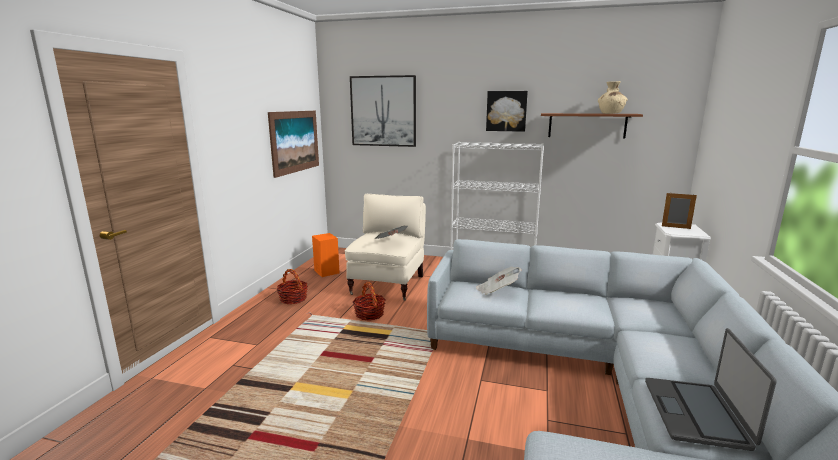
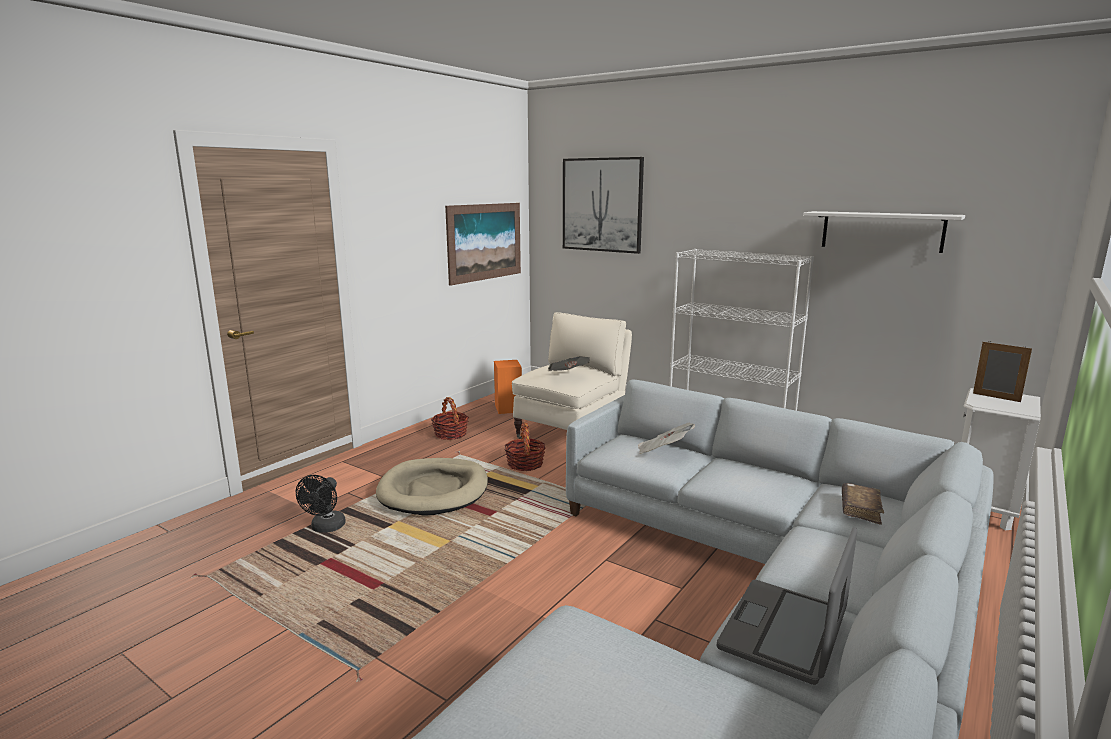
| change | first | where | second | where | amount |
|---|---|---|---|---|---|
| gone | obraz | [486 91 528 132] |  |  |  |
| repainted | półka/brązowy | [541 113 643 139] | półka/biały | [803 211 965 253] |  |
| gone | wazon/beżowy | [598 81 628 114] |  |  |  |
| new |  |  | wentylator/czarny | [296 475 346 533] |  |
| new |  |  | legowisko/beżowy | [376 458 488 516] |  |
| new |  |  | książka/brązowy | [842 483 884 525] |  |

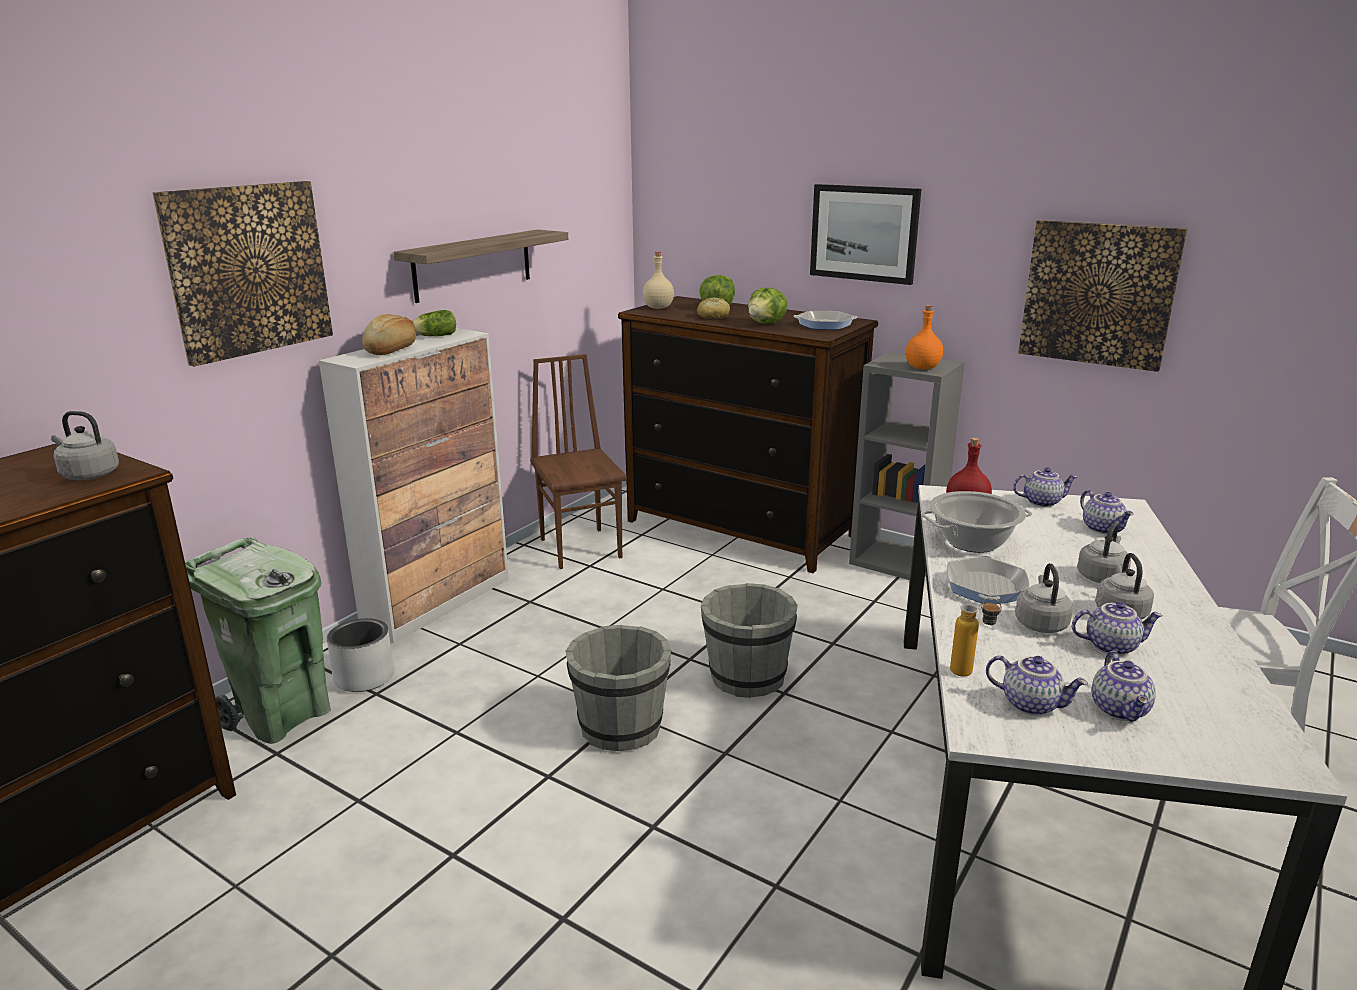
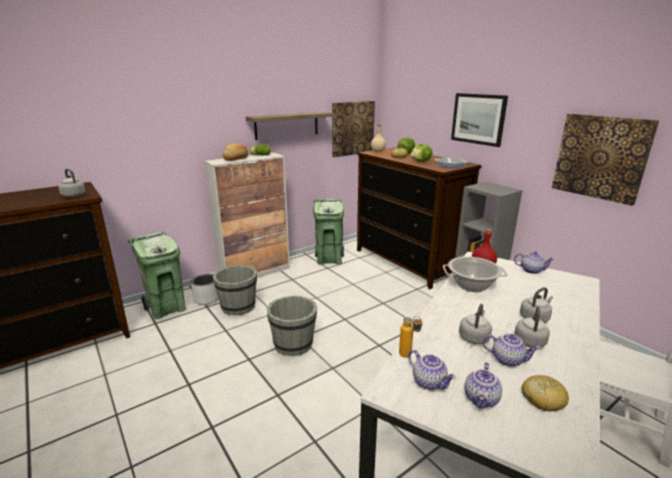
| change | first | where | second | where | amount |
|---|---|---|---|---|---|
| shifted | obraz | [153 181 333 367] |  | [332 101 375 157] |  |
| swapped | krzesło/brązowy | [530 354 627 569] | kosz na śmieci/zielony | [313 199 344 265] |  |
| shifted | wiadro/szary | [701 583 798 698] |  | [213 265 257 315] |  |
| gone | butelka/pomarańczowy | [905 305 943 370] |  |  |  |
| gone | patelnia | [947 555 1030 604] |  |  |  |
| gone | imbryk | [1080 490 1134 534] |  |  |  |
| new |  |  | chleb | [522 375 569 411] |  |

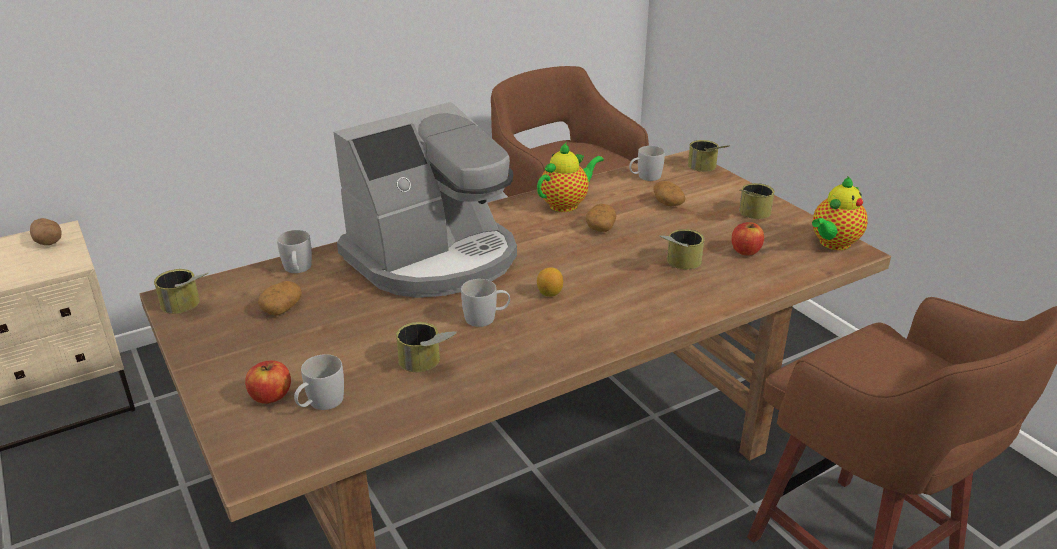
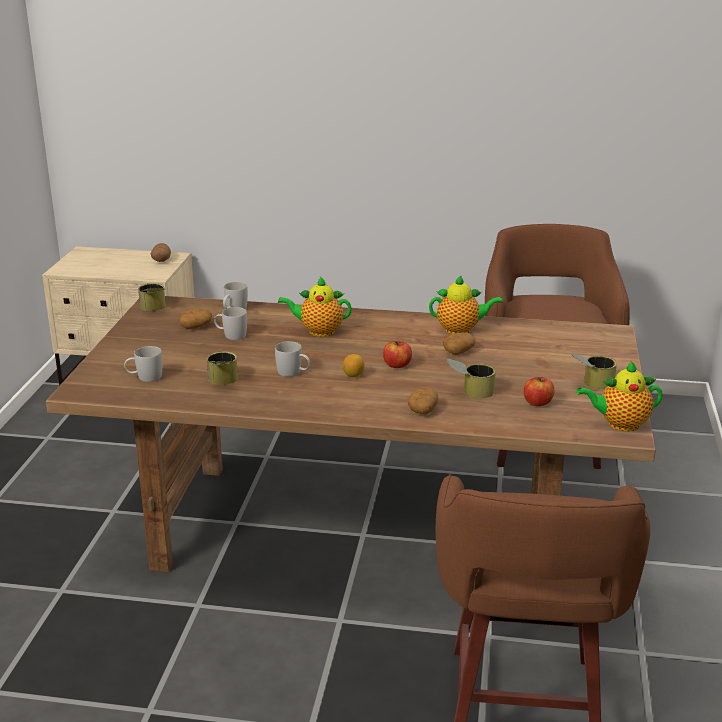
| change | first | where | second | where | amount |
|---|---|---|---|---|---|
| shifted | jabłko | [245 360 291 404] |  | [383 341 412 368] |  |
| swapped | ekspres do kawy | [334 102 517 298] | imbryk | [278 277 352 337] |  |
| shifted | kubek/biały | [629 146 665 181] |  | [214 307 247 340] |  |
| shifted | ziemniak | [654 181 686 207] |  | [408 387 438 415] |  |
| gone | puszka | [688 140 729 172] |  |  |  |

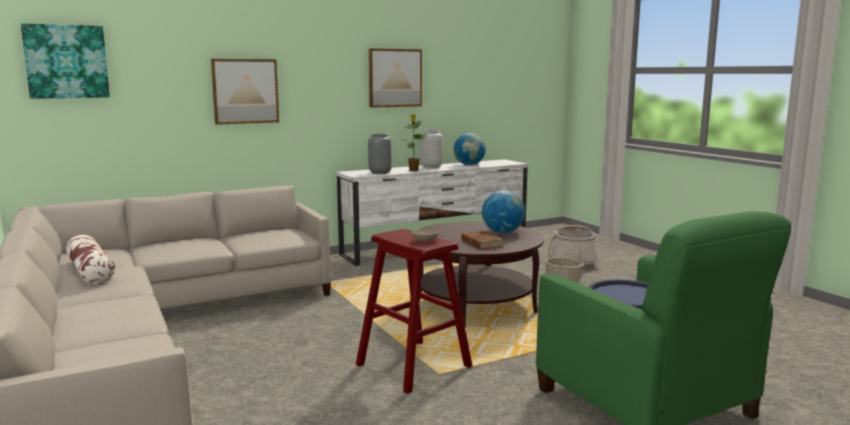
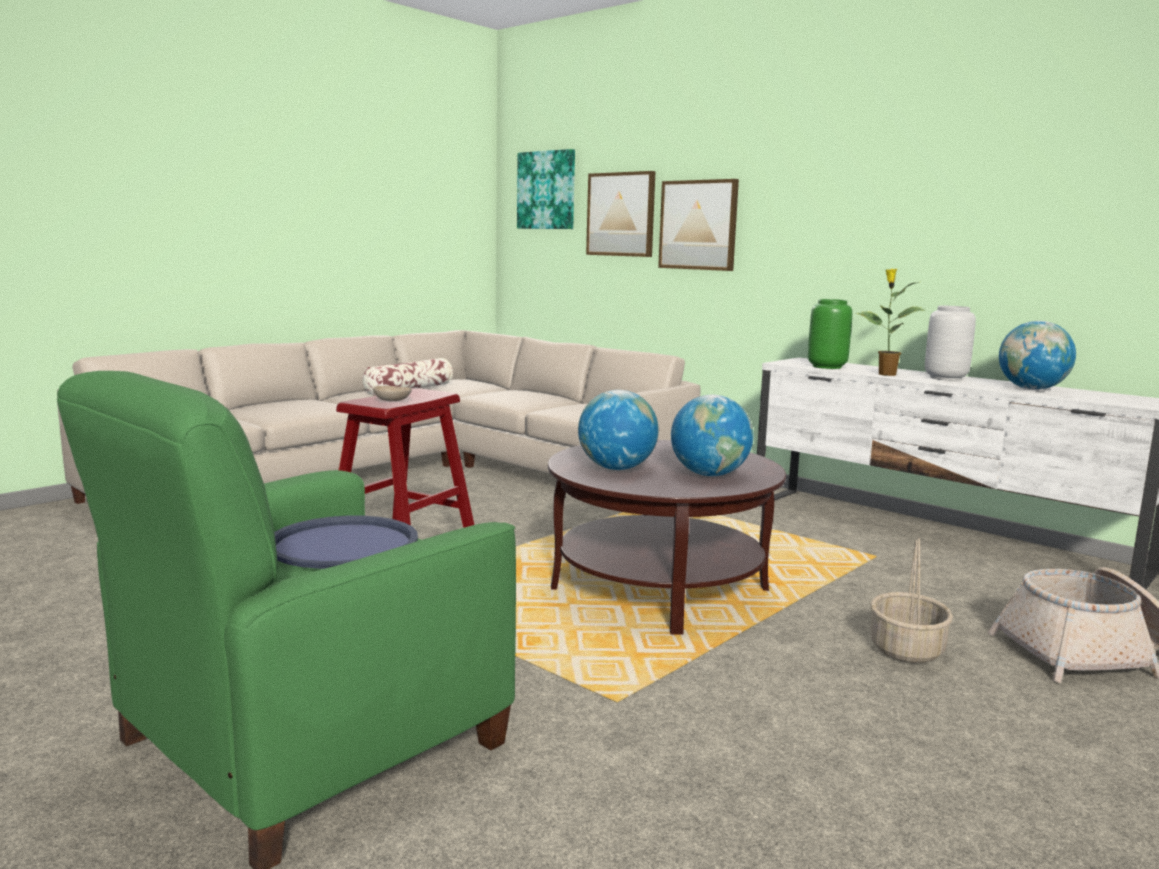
| change | first | where | second | where | amount |
|---|---|---|---|---|---|
| shifted | obraz | [368 48 422 108] |  | [586 171 656 257] |  |
| repainted | wazon/szary | [368 134 392 174] | wazon/zielony | [808 299 852 369] |  |
| swapped | książka/brązowy | [461 231 504 251] | globus | [578 390 659 470] |  |

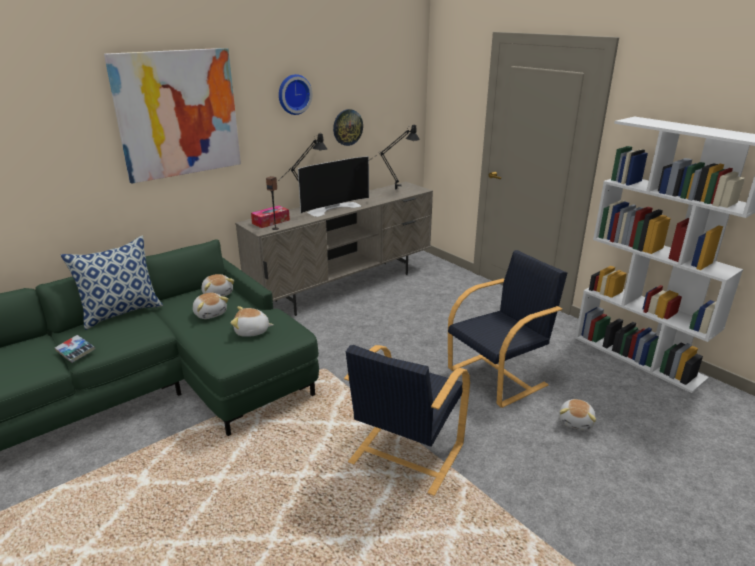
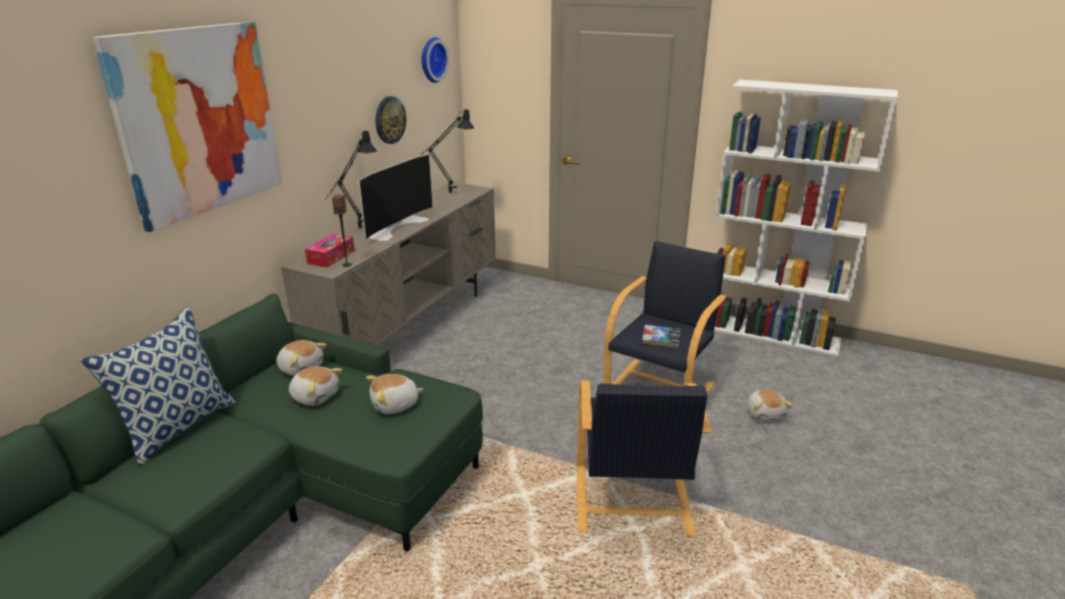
| change | first | where | second | where | amount |
|---|---|---|---|---|---|
| shifted | książka | [55 335 95 363] |  | [642 325 680 348] |  |
| shifted | zegar ścienny | [279 74 312 115] |  | [421 37 449 83] |  |

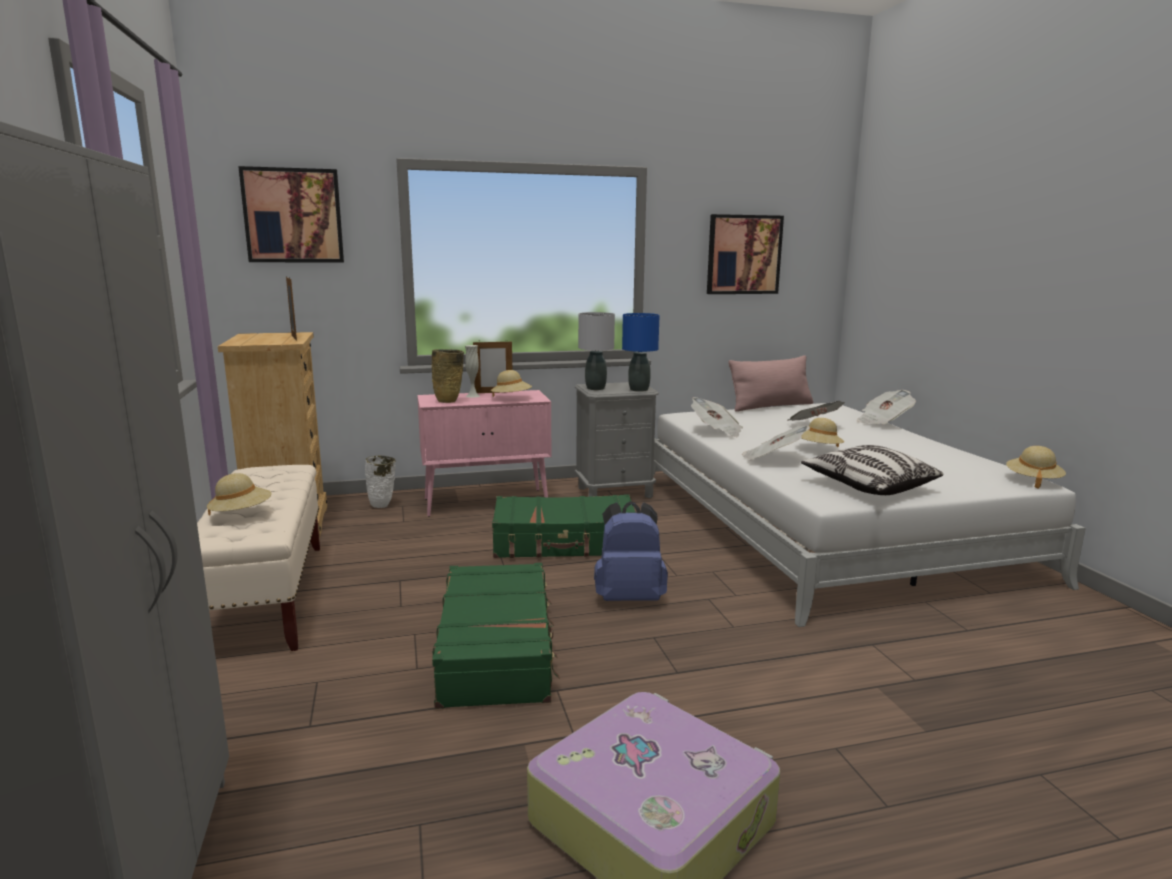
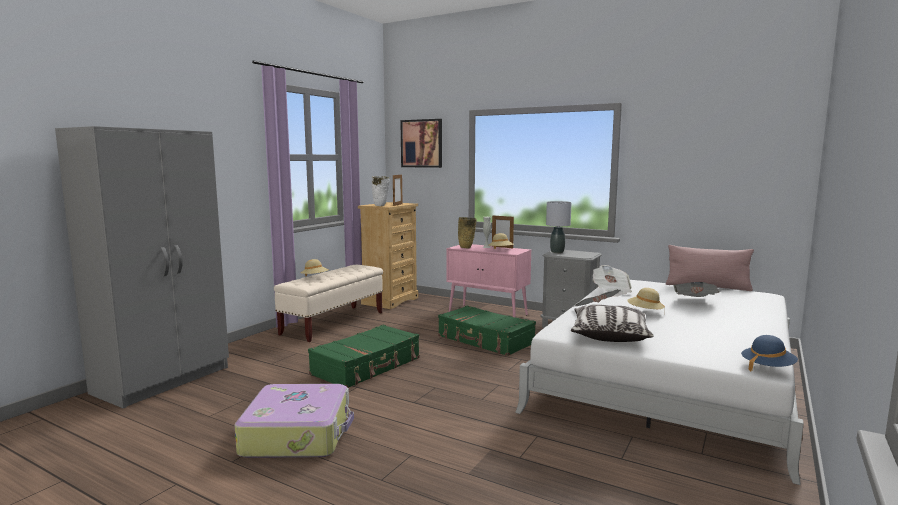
| change | first | where | second | where | amount |
|---|---|---|---|---|---|
| shifted | wazon/biały | [365 456 396 508] |  | [372 176 389 206] |  |
| gone | plecak/niebieski | [594 501 668 601] |  |  |  |
| gone | lampa stołowa/niebieski | [622 313 660 392] |  |  |  |
| gone | obraz | [707 214 784 294] |  |  |  |
| gone | gazeta | [857 390 916 424] |  |  |  |
| repainted | kapelusz/beżowy | [1006 446 1066 489] | kapelusz/niebieski | [741 335 798 371] |  |

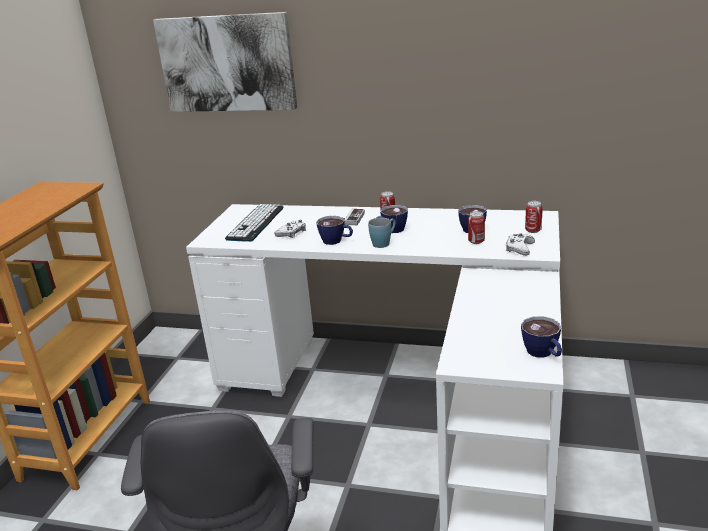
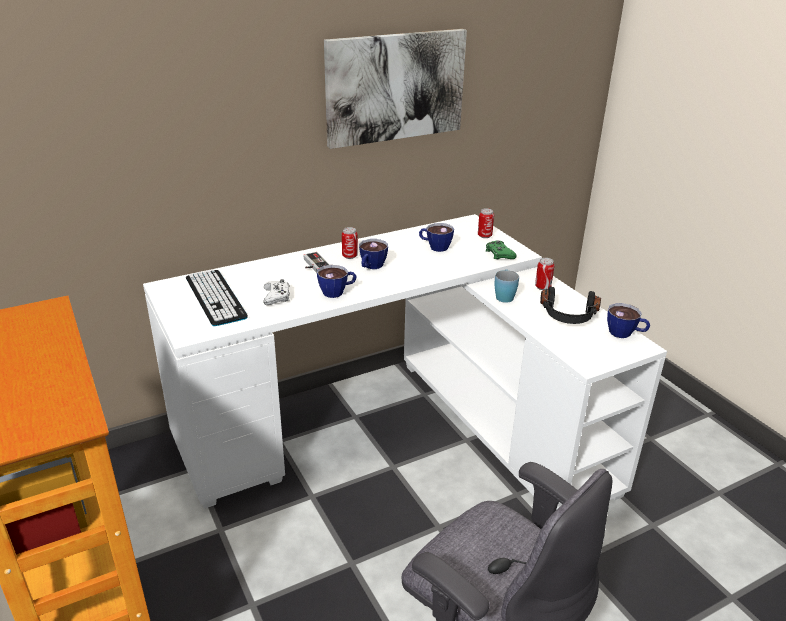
| change | first | where | second | where | amount |
|---|---|---|---|---|---|
| shifted | obraz | [153 12 297 112] |  | [324 29 467 149] |  |
| shifted | kubek/niebieski | [368 218 395 248] |  | [495 269 519 303] |  |
| shifted | puszka | [468 211 485 244] |  | [535 258 554 290] |  |
| repainted | pad do gier/biały | [506 233 535 256] | pad do gier/zielony | [486 240 517 259] |  |
| new |  |  | słuchawki/czarny | [540 287 601 324] |  |

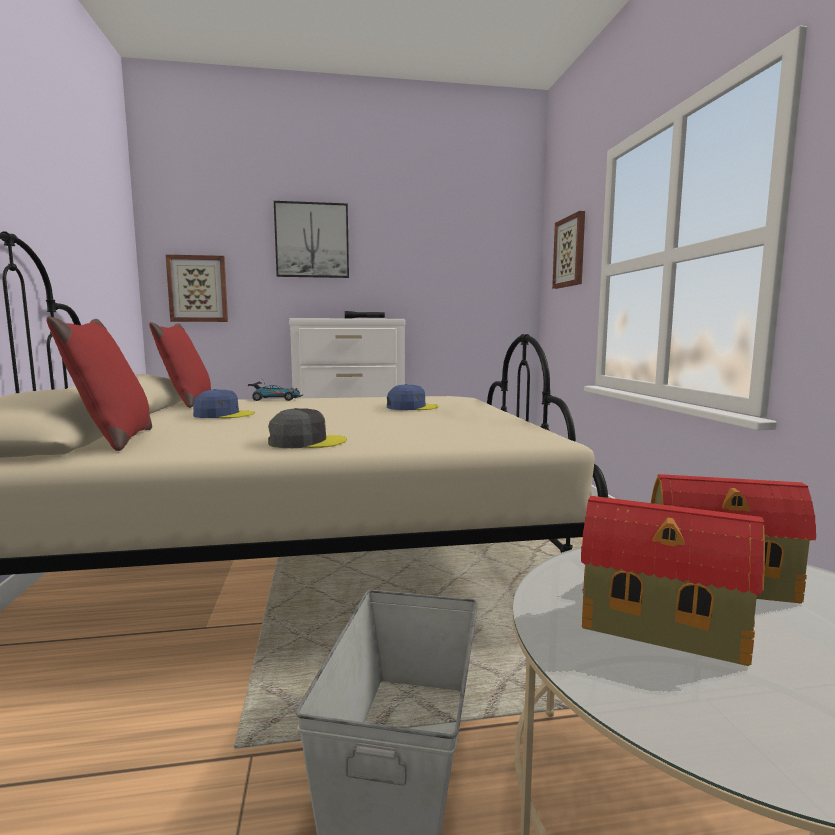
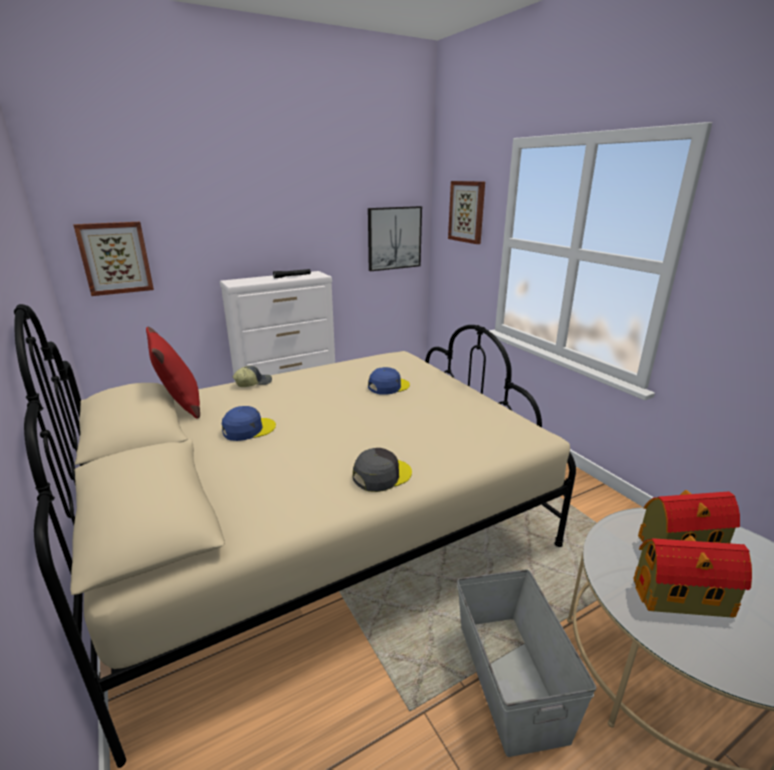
| change | first | where | second | where | amount |
|---|---|---|---|---|---|
| gone | poduszka/czerwony | [46 316 152 451] |  |  |  |
| swapped | samochodzik | [248 377 303 401] | czapka z daszkiem | [233 366 272 387] |  |
| shifted | obraz | [274 201 349 278] |  | [368 206 422 271] |  |

